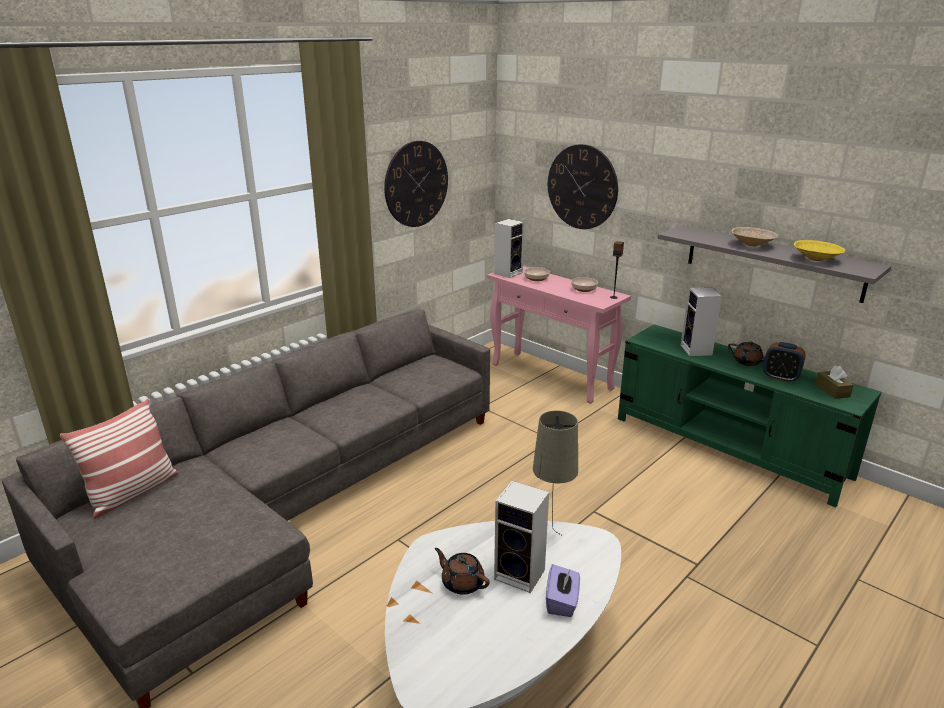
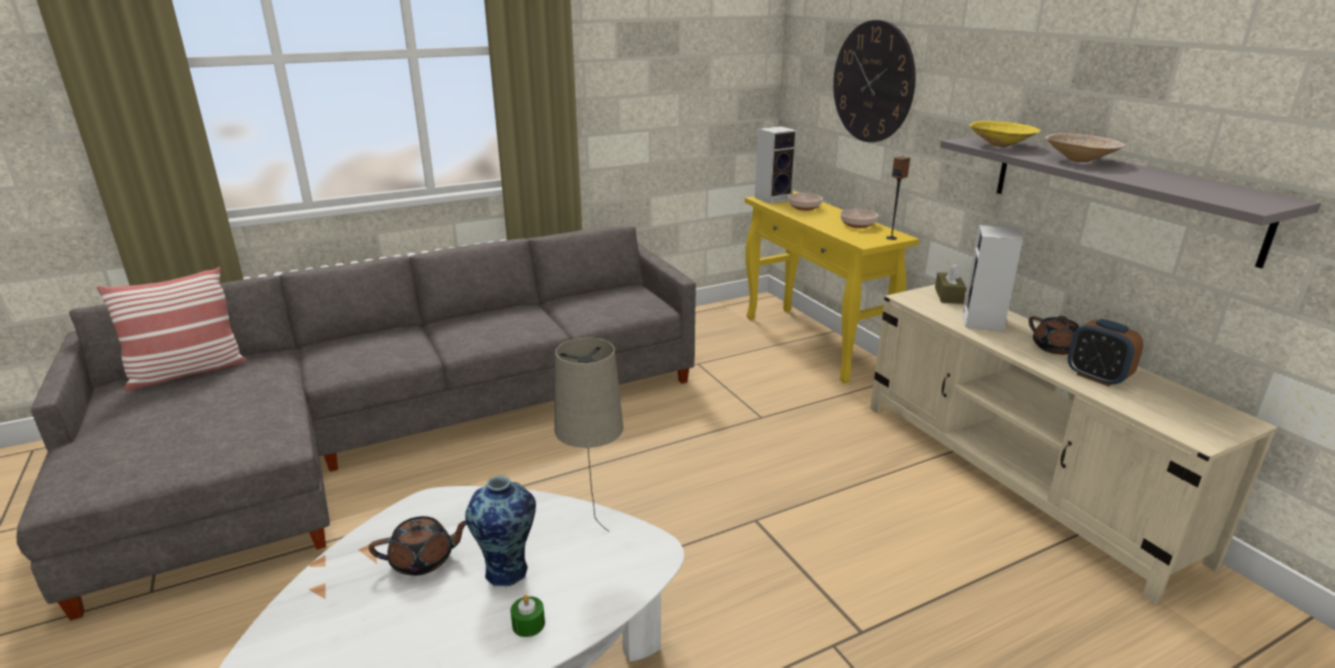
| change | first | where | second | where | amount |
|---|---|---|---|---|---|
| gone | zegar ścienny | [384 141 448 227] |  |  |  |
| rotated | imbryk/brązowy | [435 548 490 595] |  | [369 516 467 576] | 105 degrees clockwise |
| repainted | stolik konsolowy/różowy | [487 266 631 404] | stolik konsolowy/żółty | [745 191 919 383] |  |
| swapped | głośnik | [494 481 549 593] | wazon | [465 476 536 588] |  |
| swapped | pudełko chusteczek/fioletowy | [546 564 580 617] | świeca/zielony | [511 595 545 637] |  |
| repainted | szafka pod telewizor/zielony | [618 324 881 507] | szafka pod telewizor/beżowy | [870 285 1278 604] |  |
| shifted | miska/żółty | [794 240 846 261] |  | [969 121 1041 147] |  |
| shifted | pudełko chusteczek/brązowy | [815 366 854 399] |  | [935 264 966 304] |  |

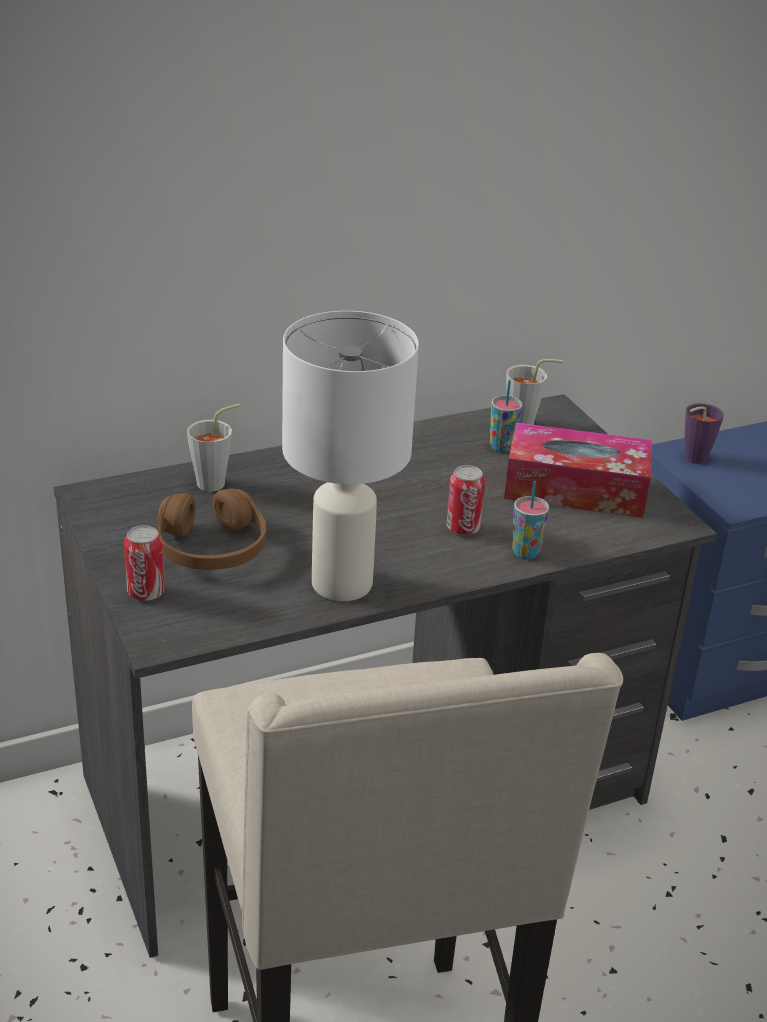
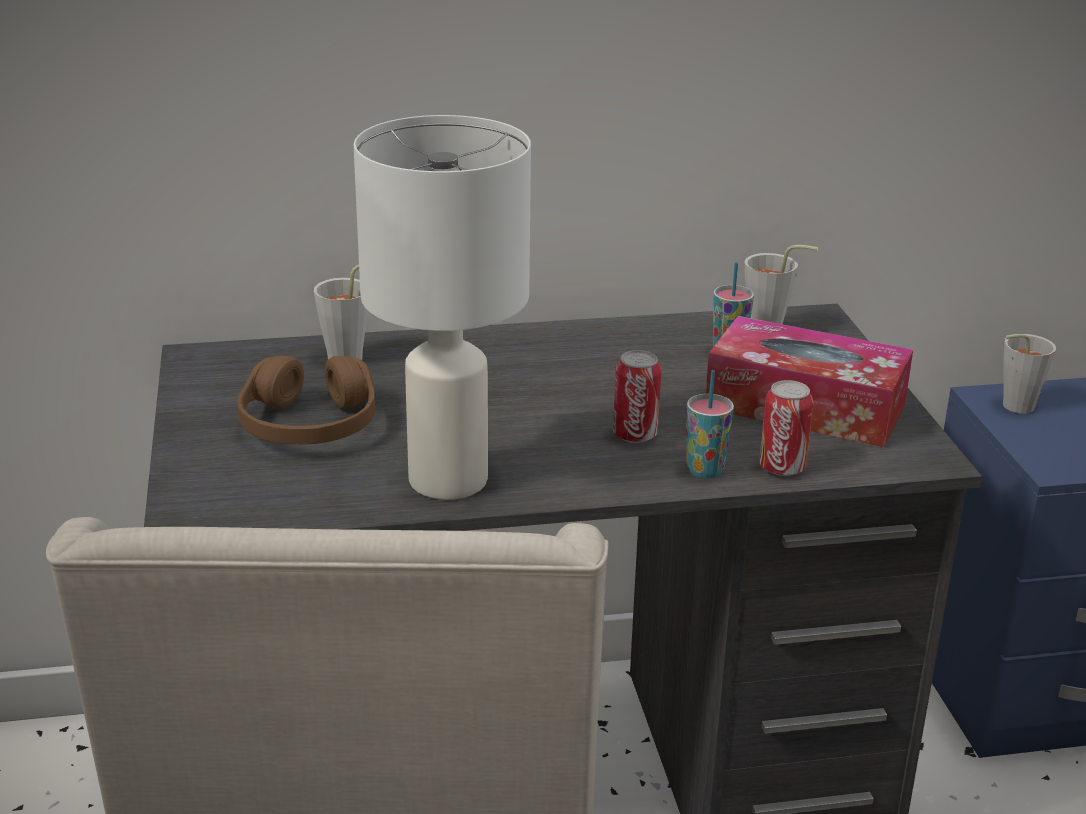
| change | first | where | second | where | amount |
|---|---|---|---|---|---|
| shifted | puszka | [124 525 165 601] |  | [759 380 814 476] |  |
| repainted | filiżanka/fioletowy | [684 403 724 464] | filiżanka/szary | [1003 334 1056 413] |  |

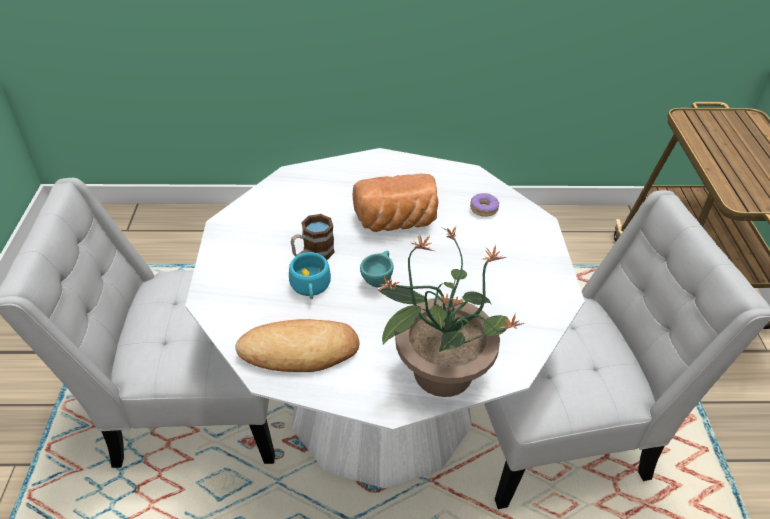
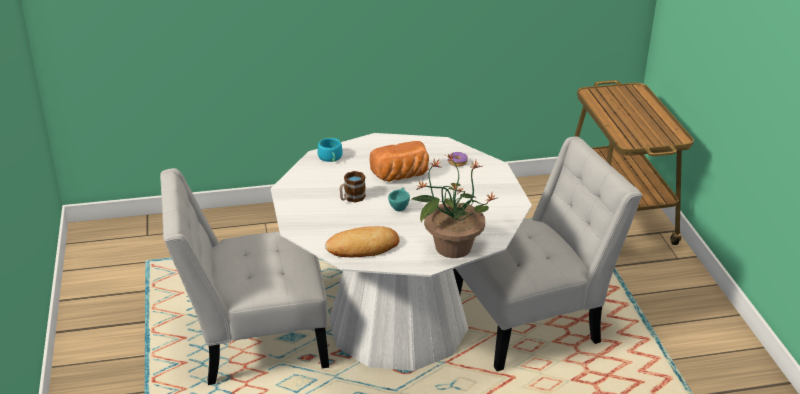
| change | first | where | second | where | amount |
|---|---|---|---|---|---|
| shifted | filiżanka/turkusowy | [289 252 331 299] |  | [317 138 343 162] |  |

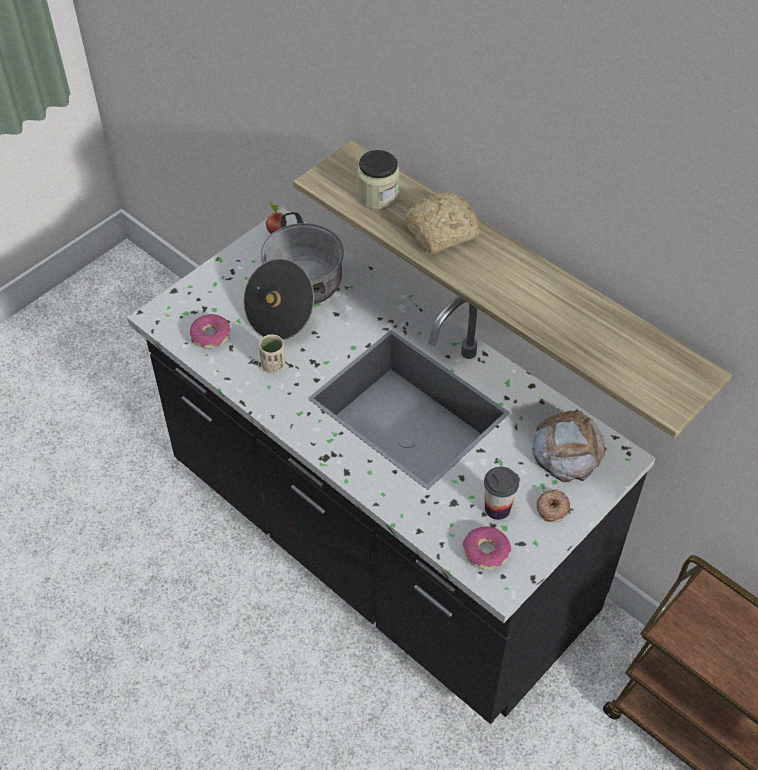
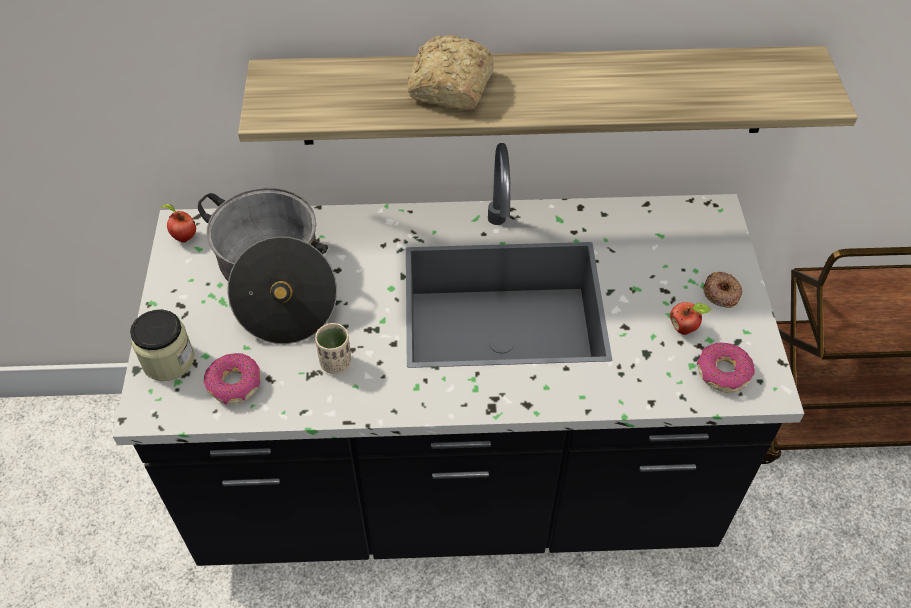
| change | first | where | second | where | amount |
|---|---|---|---|---|---|
| shifted | słoik | [357 150 400 210] |  | [130 310 195 381] |  |
| swapped | filiżanka | [484 467 519 520] | jabłko | [670 302 711 335] |  |
| gone | chleb | [532 409 607 482] |  |  |  |

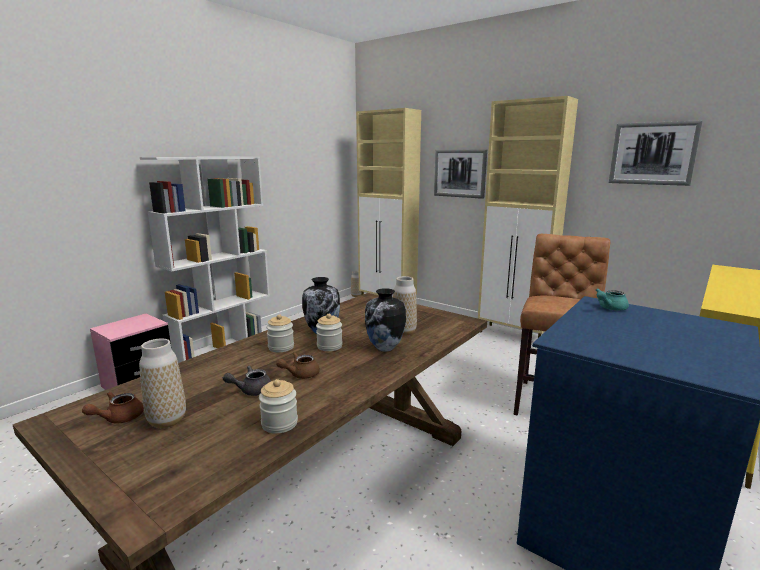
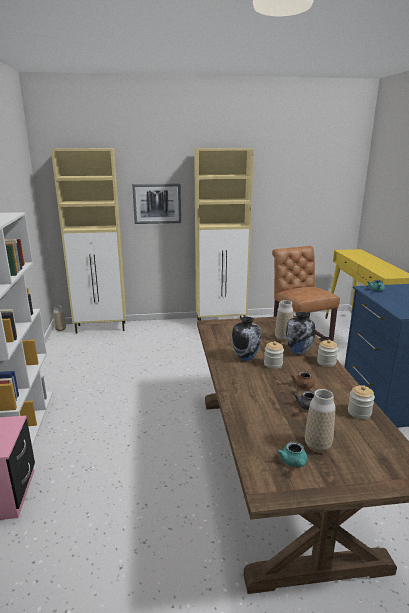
| change | first | where | second | where | amount |
|---|---|---|---|---|---|
| repainted | imbryk/brązowy | [82 392 144 424] | imbryk/turkusowy | [277 442 307 467] |  |
| shifted | słoik | [266 314 294 352] |  | [317 340 338 367] |  |
| gone | obraz | [609 120 702 186] |  |  |  |

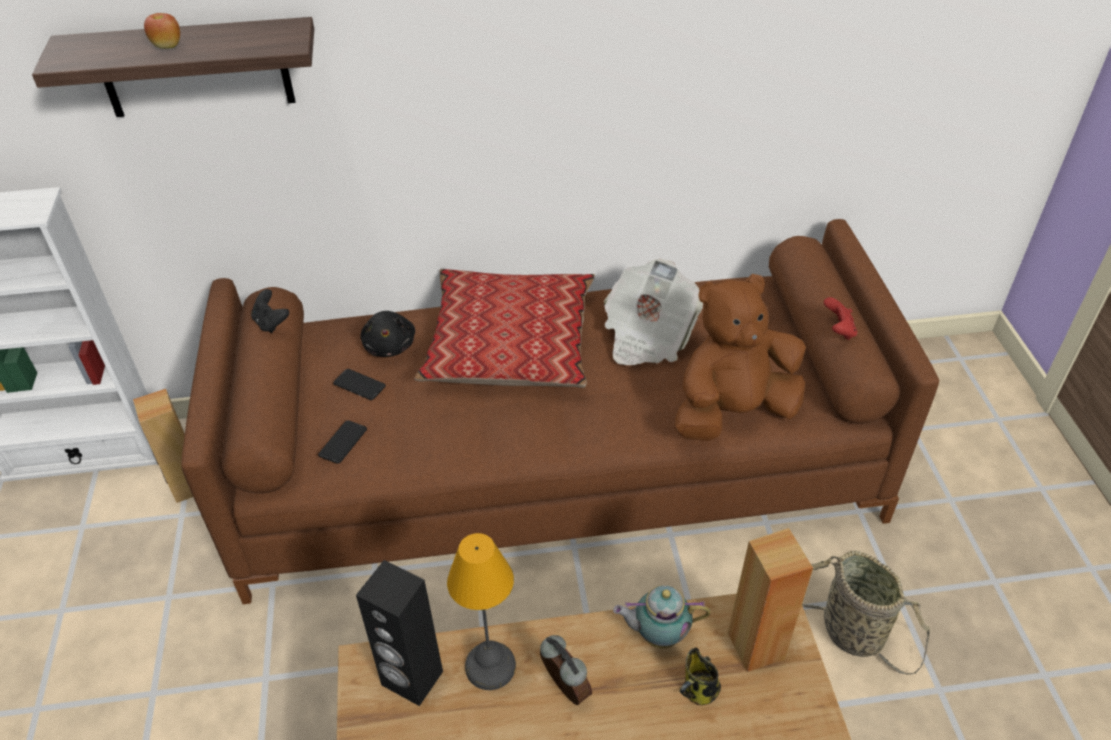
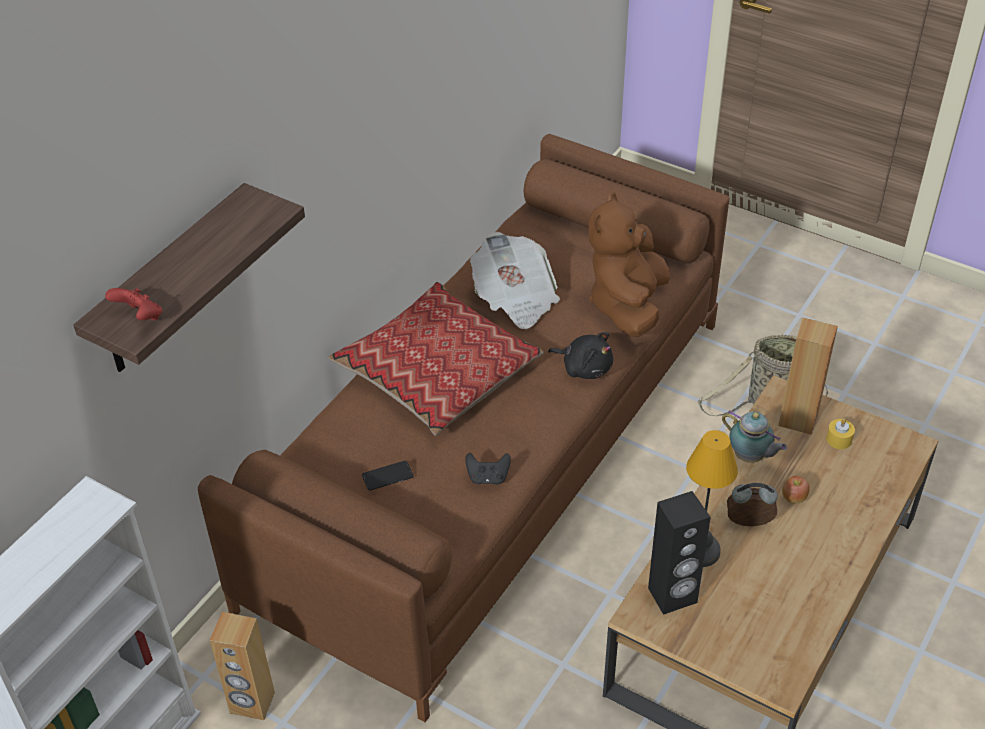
| change | first | where | second | where | amount |
|---|---|---|---|---|---|
| shifted | jabłko | [144 13 180 49] |  | [782 476 810 504] |  |
| shifted | pad do gier/czarny | [251 289 289 333] |  | [465 453 511 485] |  |
| gone | telefon | [318 420 367 464] |  |  |  |
| shifted | pluszak/czarny | [360 311 415 357] |  | [548 332 613 379] |  |
| rotated | imbryk | [613 585 711 649] |  | [722 410 788 463] | 90 degrees counterclockwise |
| gone | kubek | [680 647 721 705] |  |  |  |
| shifted | pad do gier/czerwony | [824 297 857 340] |  | [105 288 162 320] |  |
| new |  |  | świeca/żółty | [826 419 855 449] |  |

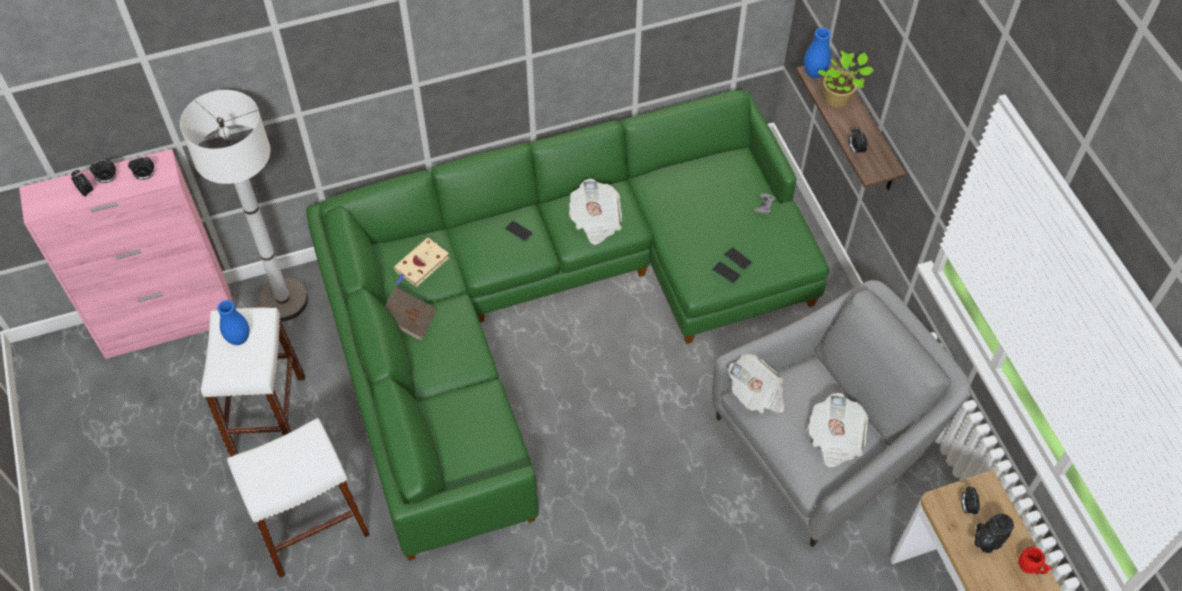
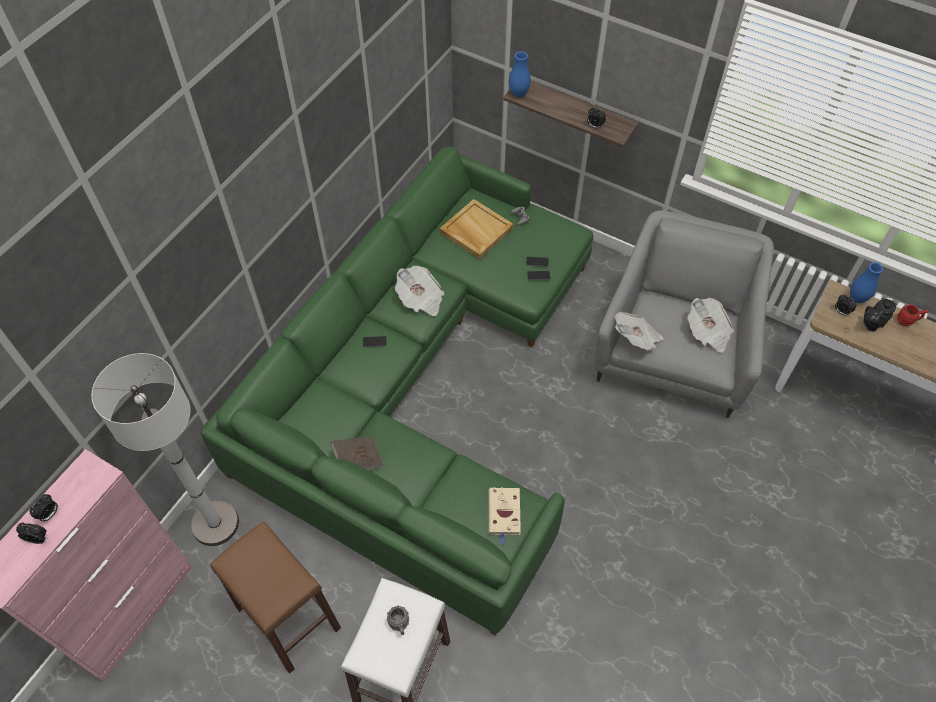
| change | first | where | second | where | amount |
|---|---|---|---|---|---|
| gone | budzik | [128 157 154 180] |  |  |  |
| repainted | stołek/biały | [201 308 305 457] | stołek/brązowy | [210 521 341 674] |  |
| shifted | wazon/niebieski | [217 300 249 345] |  | [850 262 883 303] |  |
| shifted | książka/beżowy | [393 238 450 287] |  | [489 487 521 545] |  |
| gone | roślina doniczkowa | [817 51 874 108] |  |  |  |
| rotated | imbryk/czarny | [974 514 1014 553] |  | [863 299 896 332] | 45 degrees clockwise |
| new |  |  | kubek/szary | [387 605 409 635] |  |
| new |  |  | taca/beżowy | [440 199 513 259] |  |

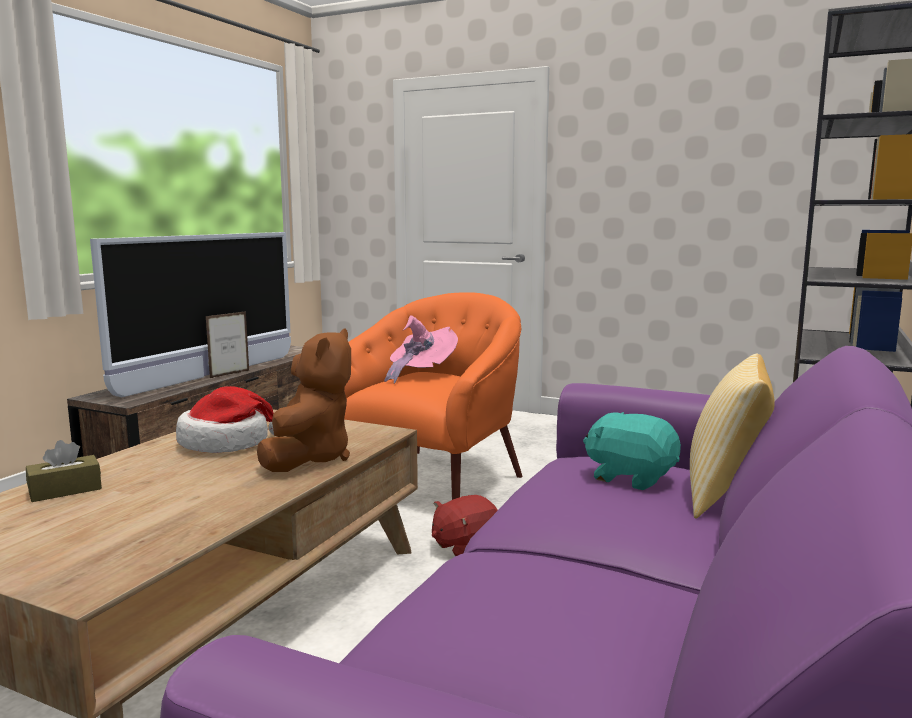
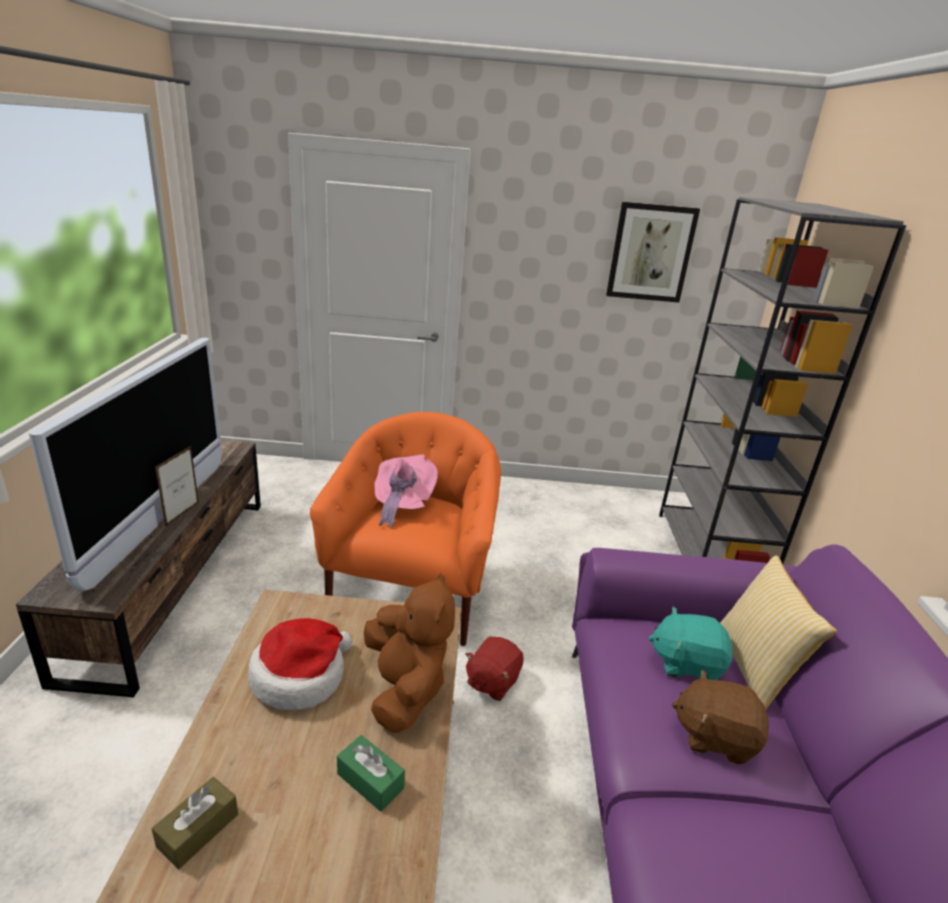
| change | first | where | second | where | amount |
|---|---|---|---|---|---|
| new |  |  | pudełko chusteczek/zielony | [337 735 405 812] |  |
| new |  |  | obraz | [606 202 700 303] |  |
| new |  |  | pluszak/brązowy | [672 669 769 764] |  |

